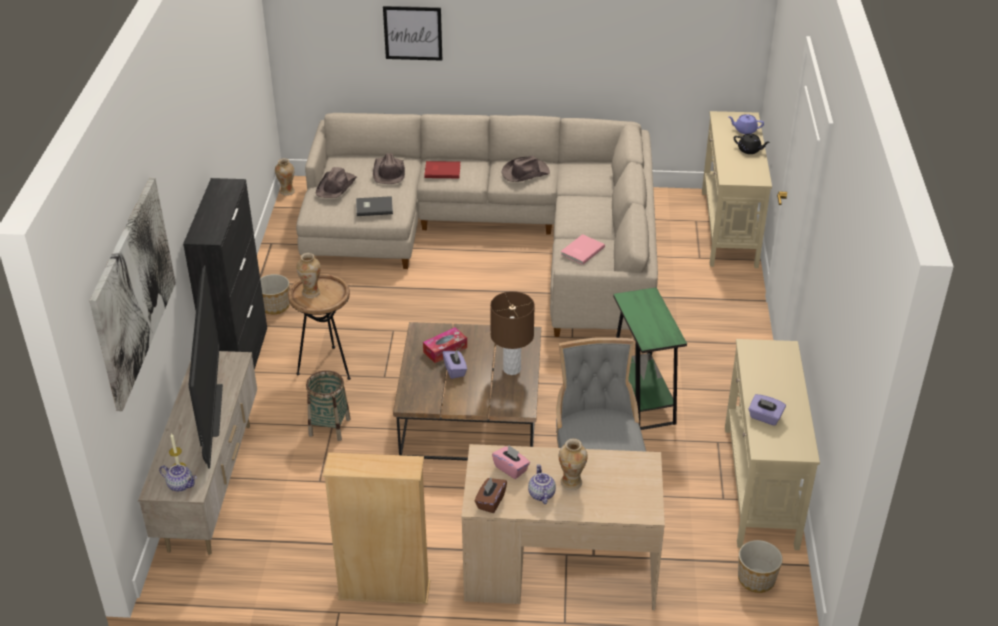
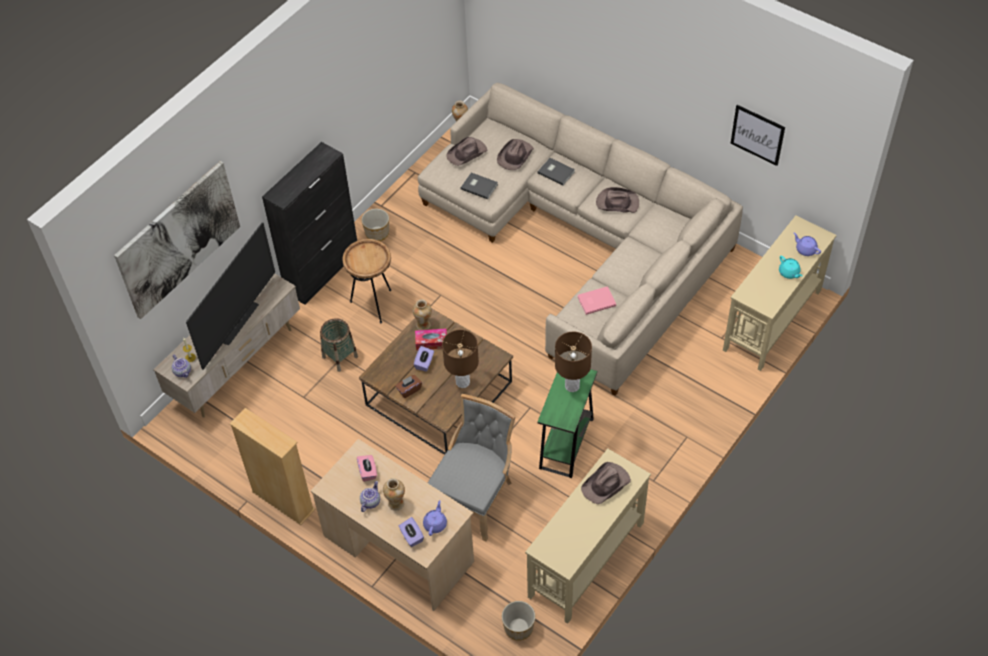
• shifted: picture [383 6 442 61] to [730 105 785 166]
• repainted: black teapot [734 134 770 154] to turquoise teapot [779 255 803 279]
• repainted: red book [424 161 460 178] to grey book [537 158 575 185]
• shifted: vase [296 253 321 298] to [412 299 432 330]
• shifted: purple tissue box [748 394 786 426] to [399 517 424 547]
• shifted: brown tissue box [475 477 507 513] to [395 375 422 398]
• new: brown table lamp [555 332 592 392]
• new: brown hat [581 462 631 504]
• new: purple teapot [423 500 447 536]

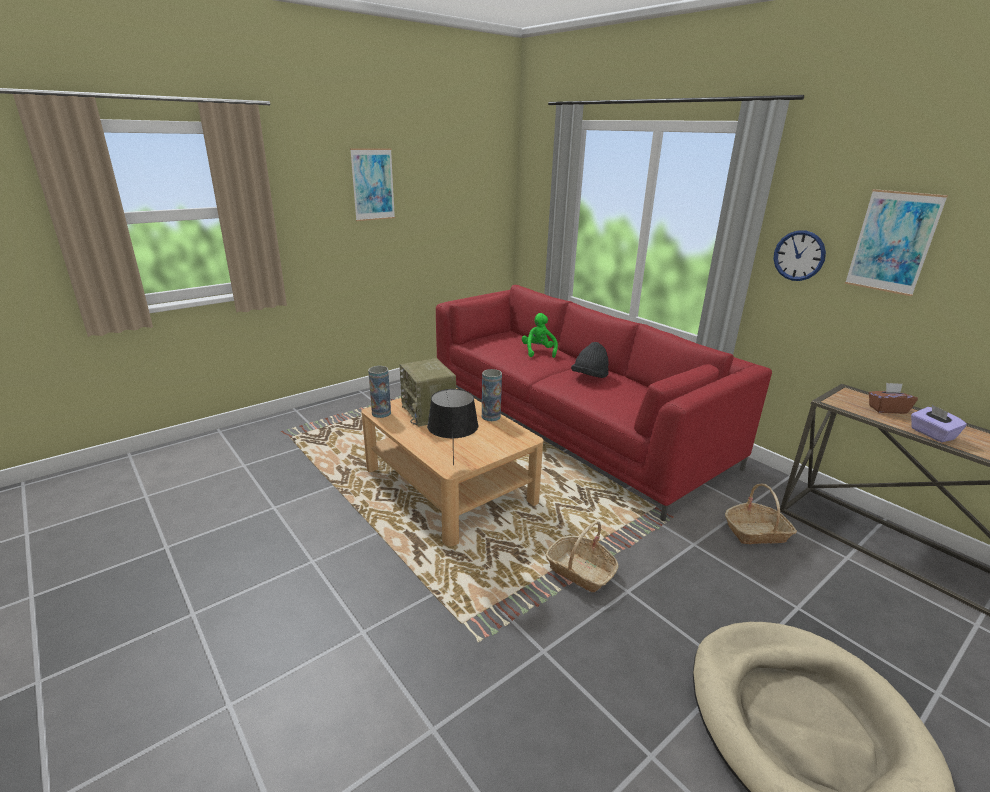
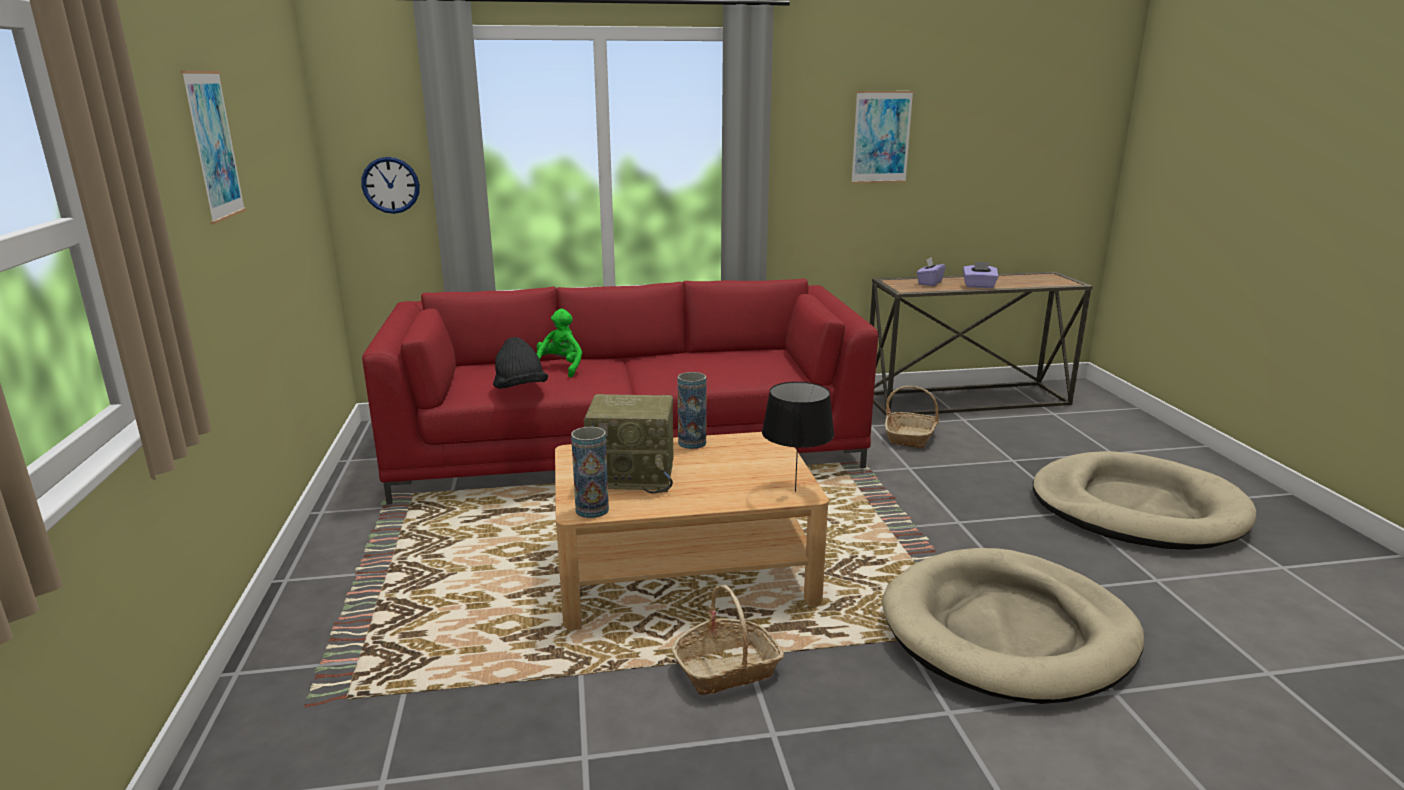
• shifted: wall clock [773 230 826 281] to [361 157 420 214]
• rotated: green plush toy [522 313 558 358] = [537 309 582 377] 75 degrees clockwise
• shifted: black hat [571 342 609 378] to [493 337 548 389]
• repainted: brown tissue box [869 383 918 414] to purple tissue box [917 257 946 286]
• shifted: basket [546 521 618 593] to [672 585 784 695]
• new: beige dog bed [882 548 1144 704]

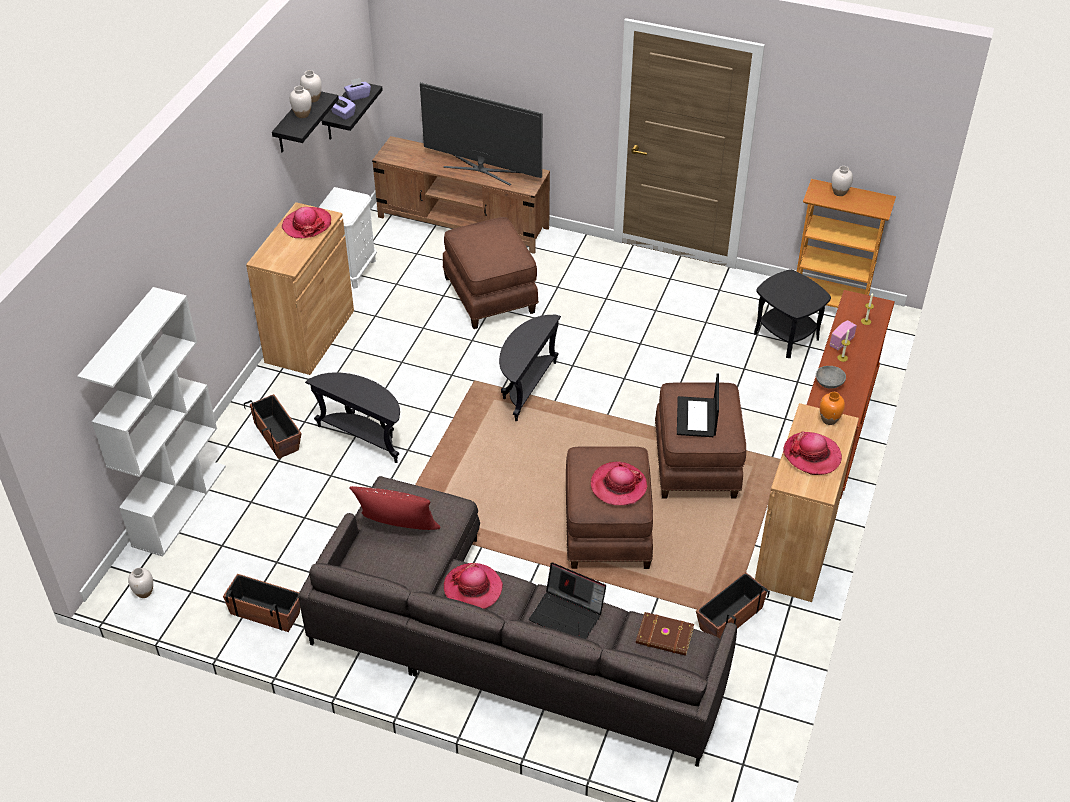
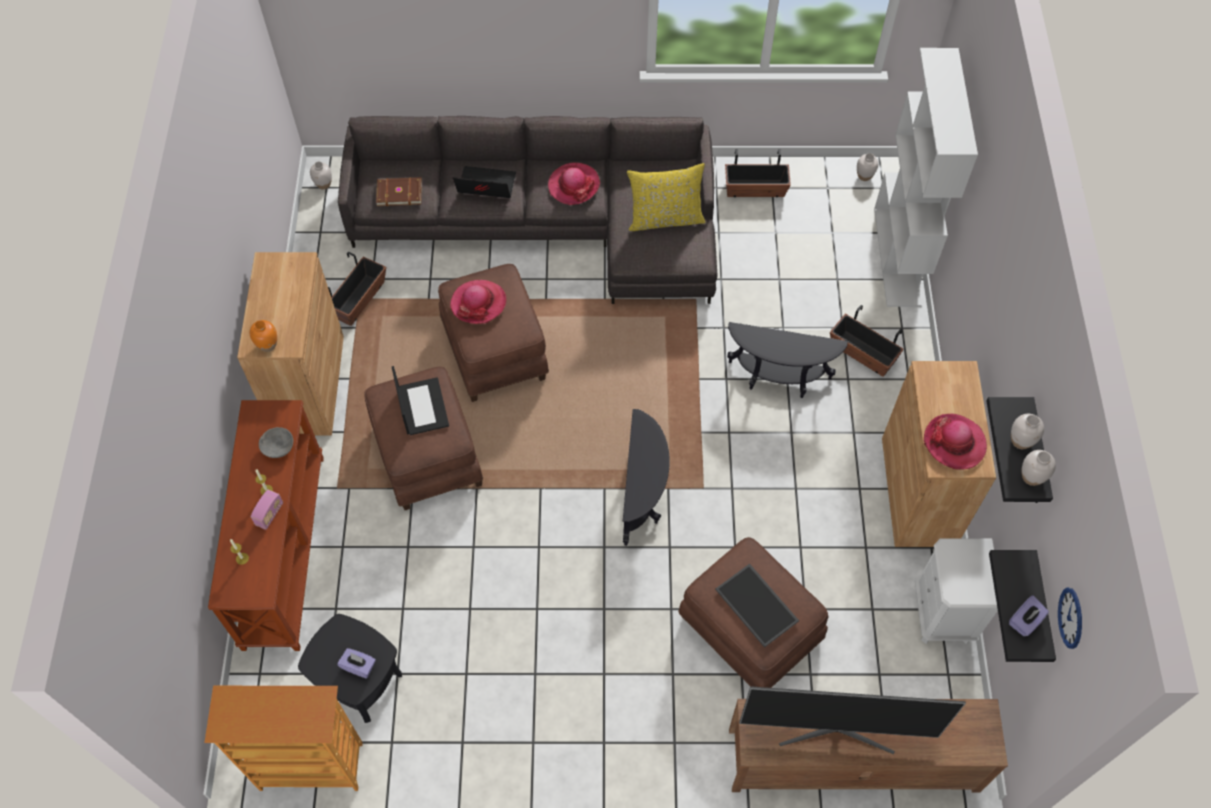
• shifted: purple tissue box [331 96 356 120] to [337 648 376 679]
• shifted: white vase [832 166 853 196] to [310 162 332 190]
• gone: hat [783 431 842 475]
• repainted: red pillow [349 486 441 530] to yellow pillow [627 163 705 231]
• new: tray [715 564 799 648]
• new: wall clock [1058 588 1082 649]

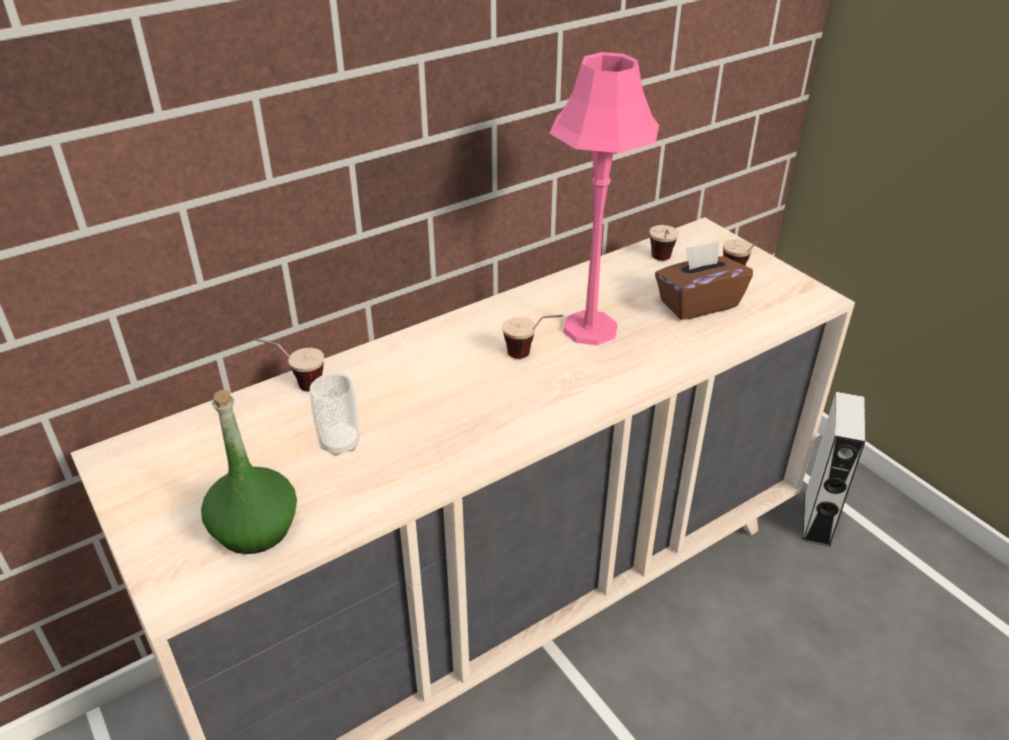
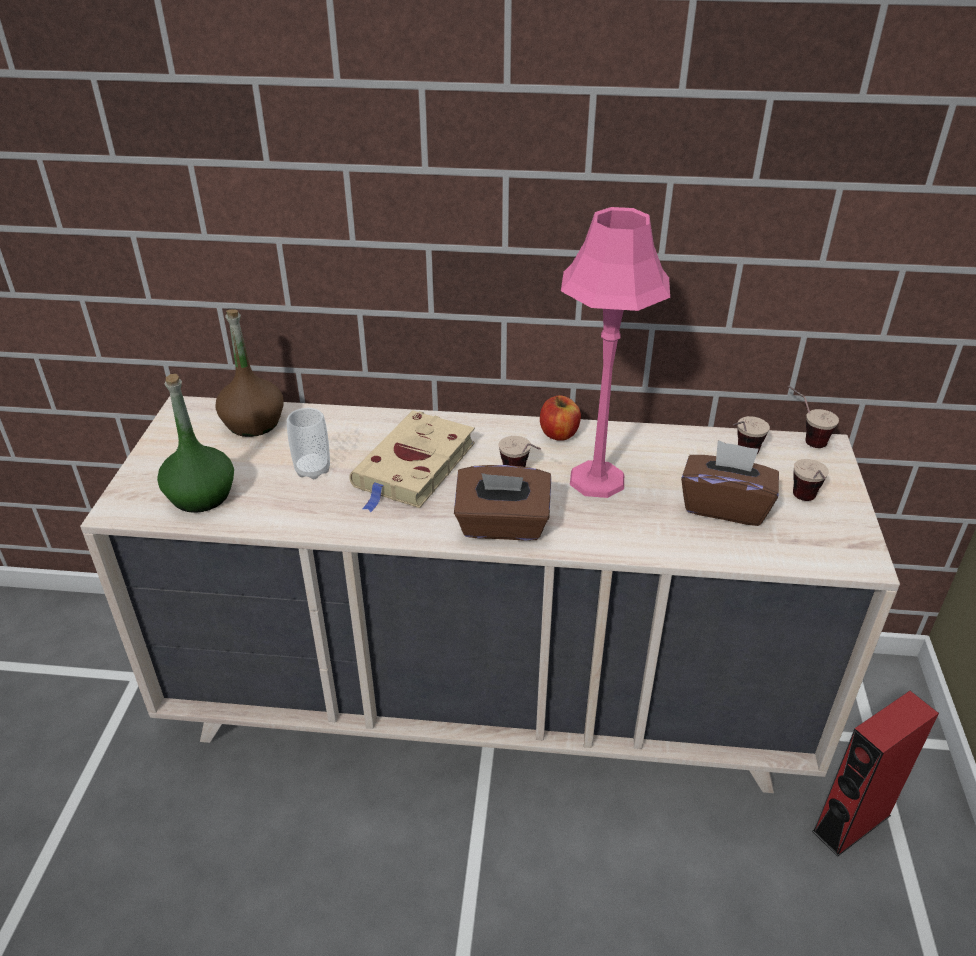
• shifted: cup [255 339 324 392] to [788 385 839 448]
• repainted: grey speaker [802 392 865 547] to red speaker [812 691 939 857]
• new: brown bottle [215 309 283 437]
• new: apple [540 396 581 441]
• new: beige book [349 410 475 512]
• new: brown tissue box [454 465 551 541]

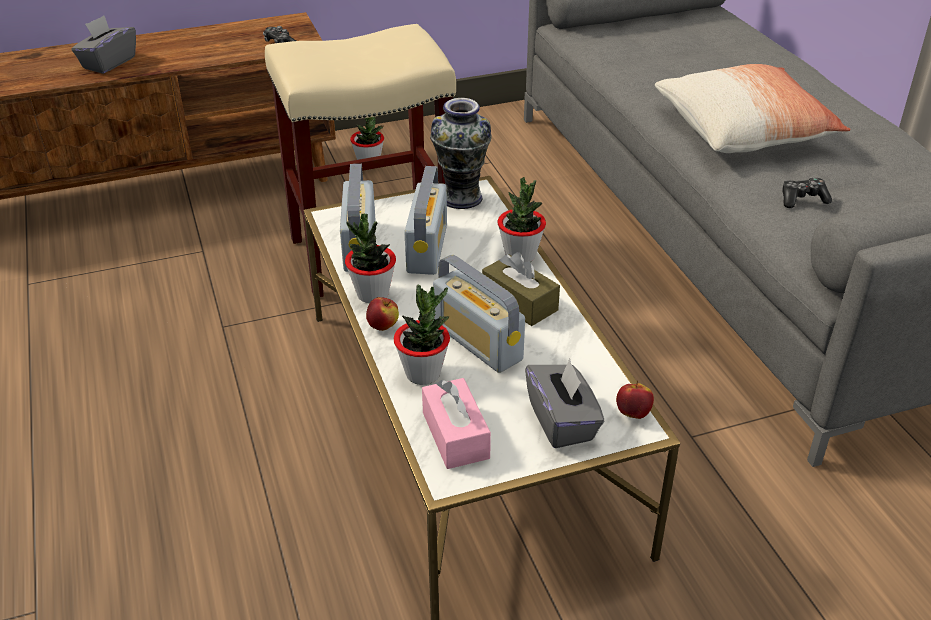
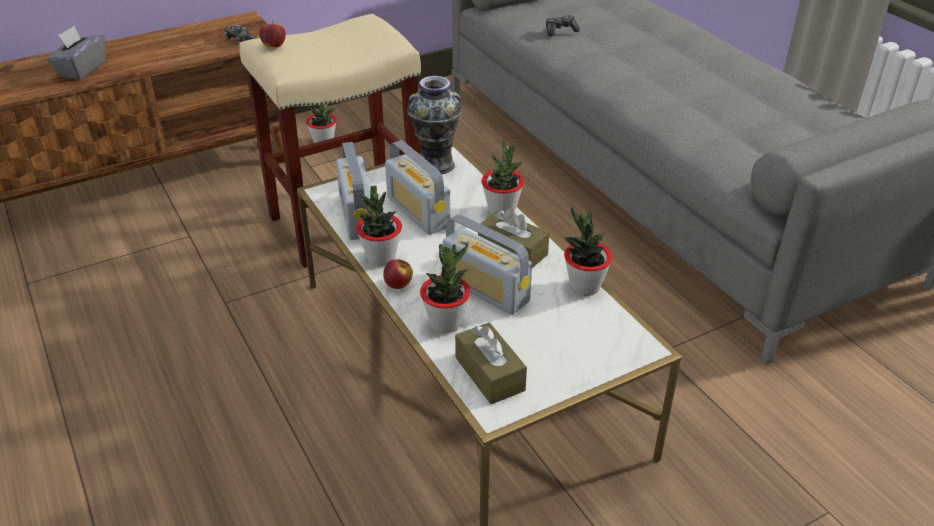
• gone: pillow [655 64 851 153]
• rotated: radio [405 166 447 275] = [385 140 451 235] 150 degrees clockwise
• shifted: game controller [782 178 832 208] to [546 15 580 36]
• gone: grey tissue box [525 359 605 448]
• repainted: pink tissue box [422 378 491 469] to brown tissue box [455 322 527 404]
• shifted: apple [616 381 654 419] to [259 20 286 47]
• new: potted plant [564 207 613 296]

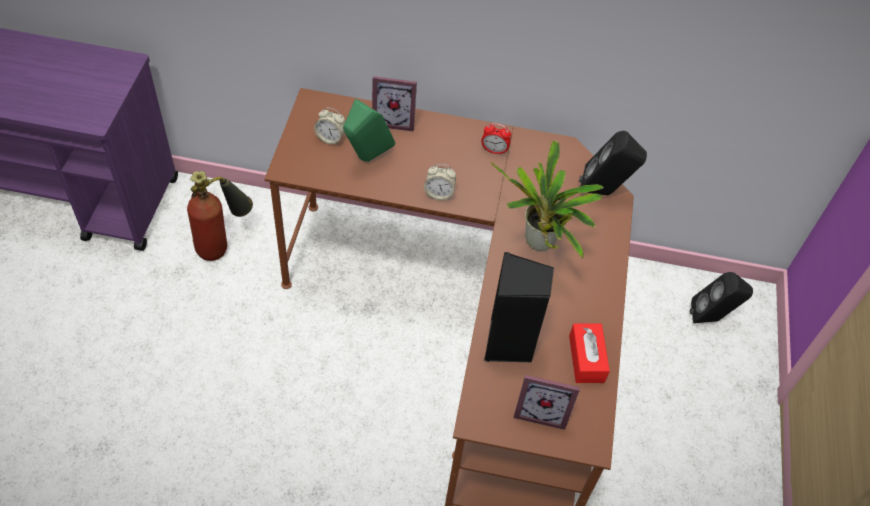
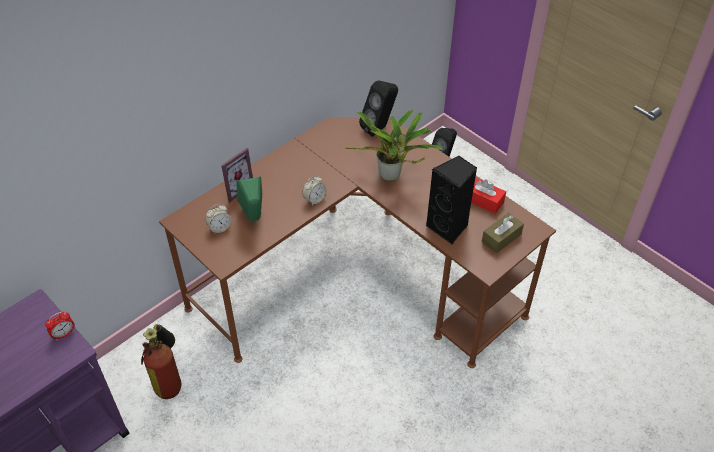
• shifted: alarm clock [481 123 511 155] to [45 312 74 340]
• swapped: picture frame [514 375 580 430] to brown tissue box [482 213 524 253]

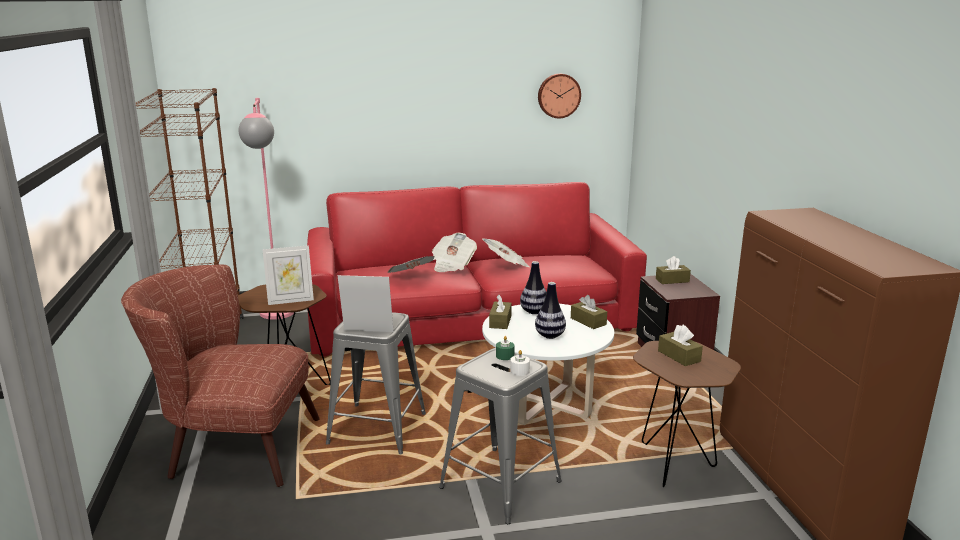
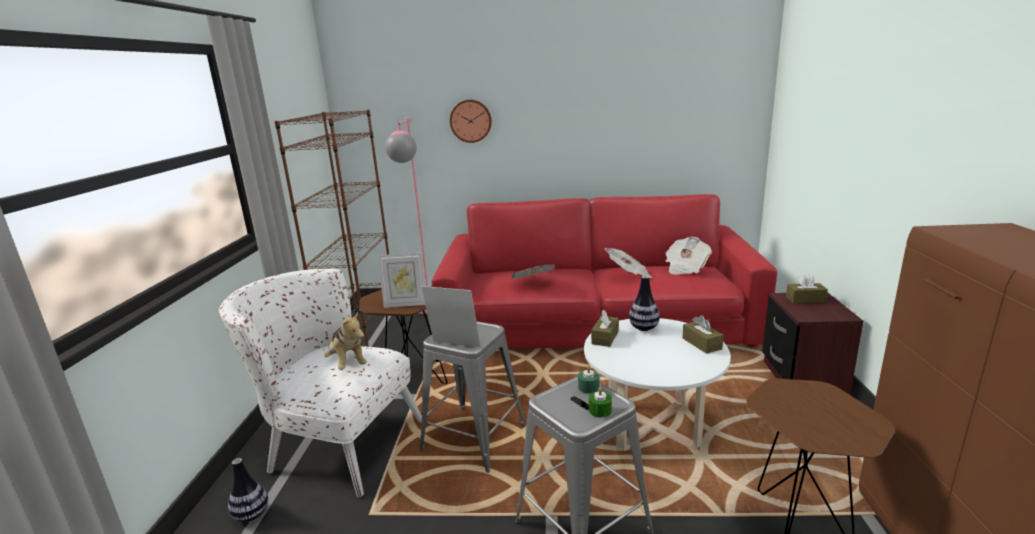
• shifted: wall clock [538 74 581 118] to [450 100 492 143]
• shifted: newspaper [432 233 477 272] to [666 237 712 275]
• repainted: brown armchair [121 264 320 487] to white armchair [219 269 422 497]
• shifted: vase [535 282 566 339] to [228 458 268 522]
• gone: brown tissue box [658 325 703 366]
• repainted: white candle [510 350 530 376] to green candle [589 387 612 417]
• new: plush toy [324 311 367 370]

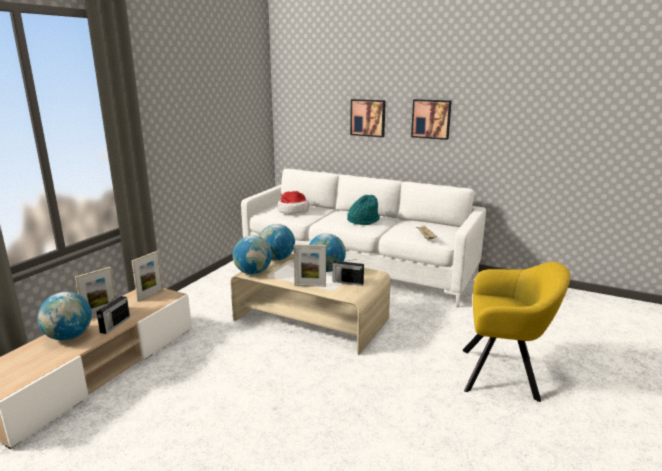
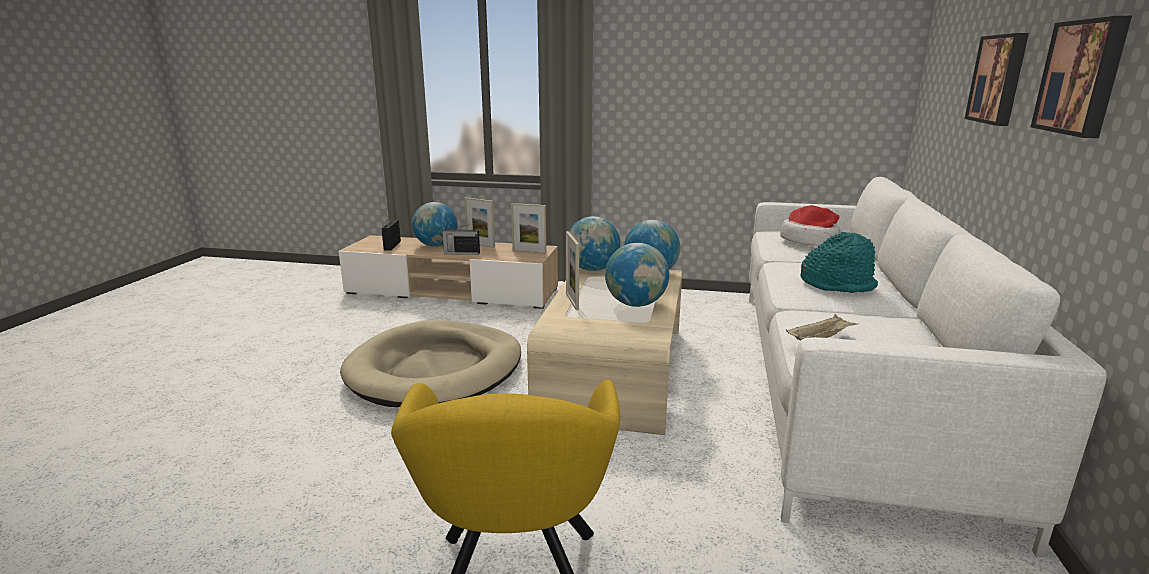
• shifted: radio [331 259 364 286] to [381 220 401 251]
• new: beige dog bed [340 320 521 407]

